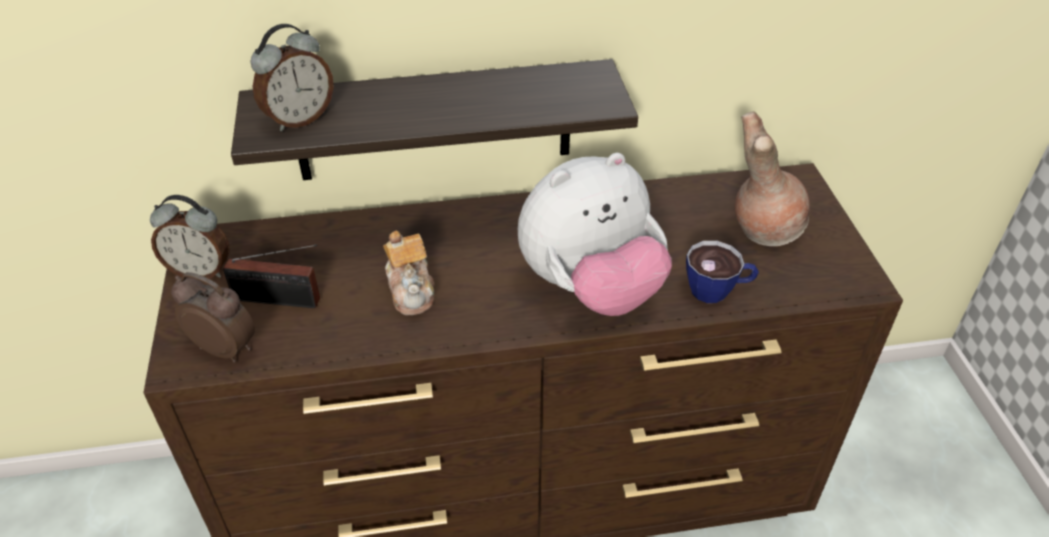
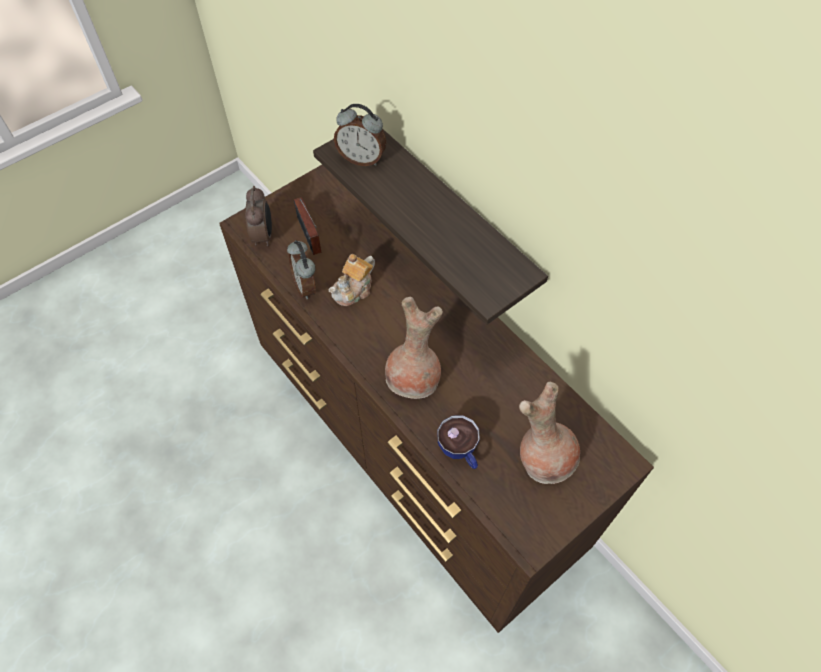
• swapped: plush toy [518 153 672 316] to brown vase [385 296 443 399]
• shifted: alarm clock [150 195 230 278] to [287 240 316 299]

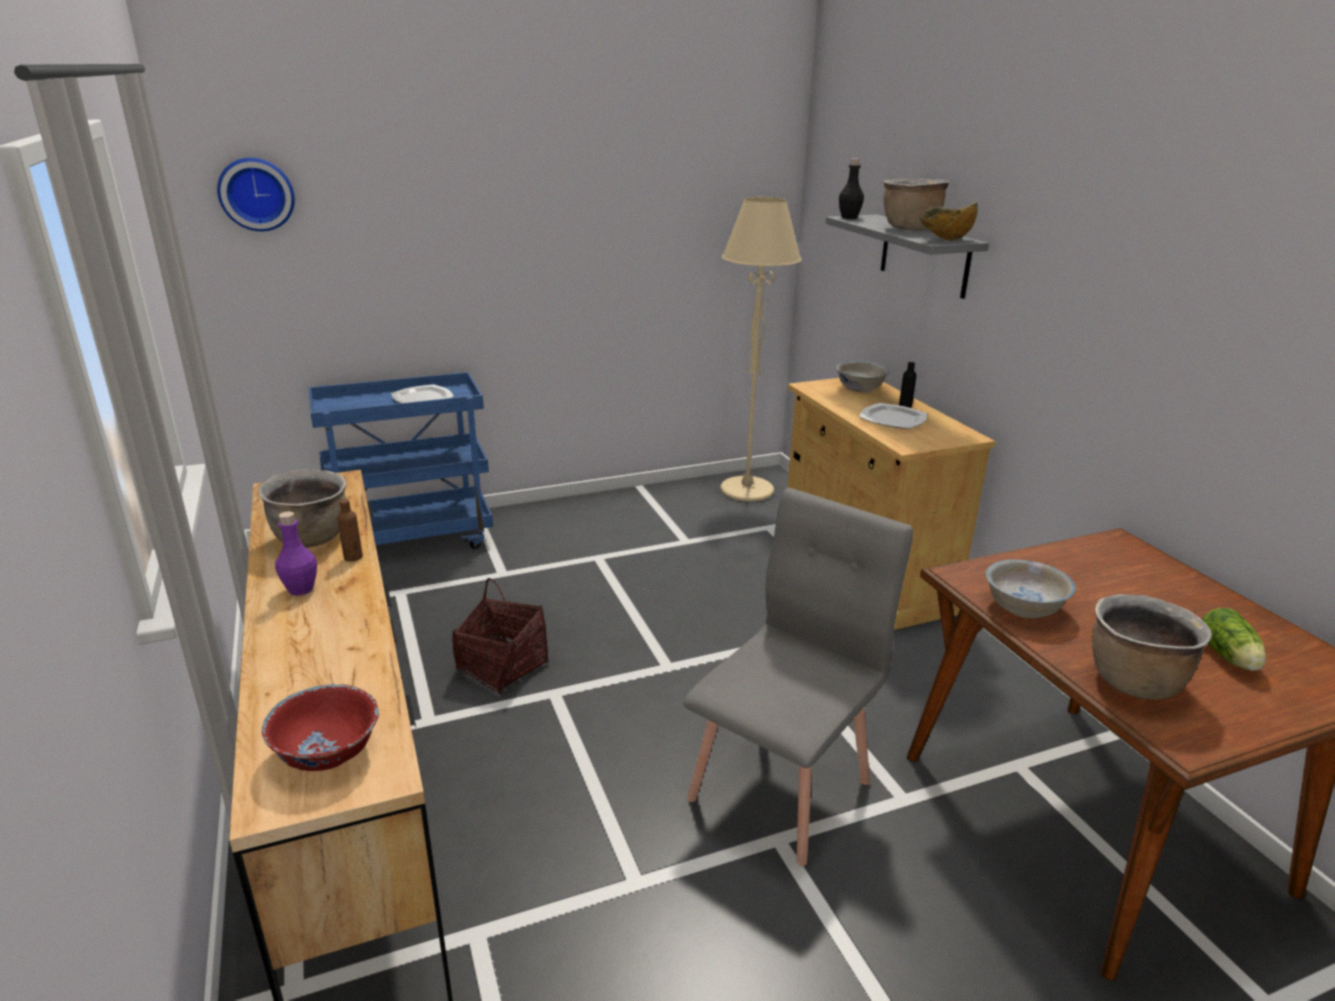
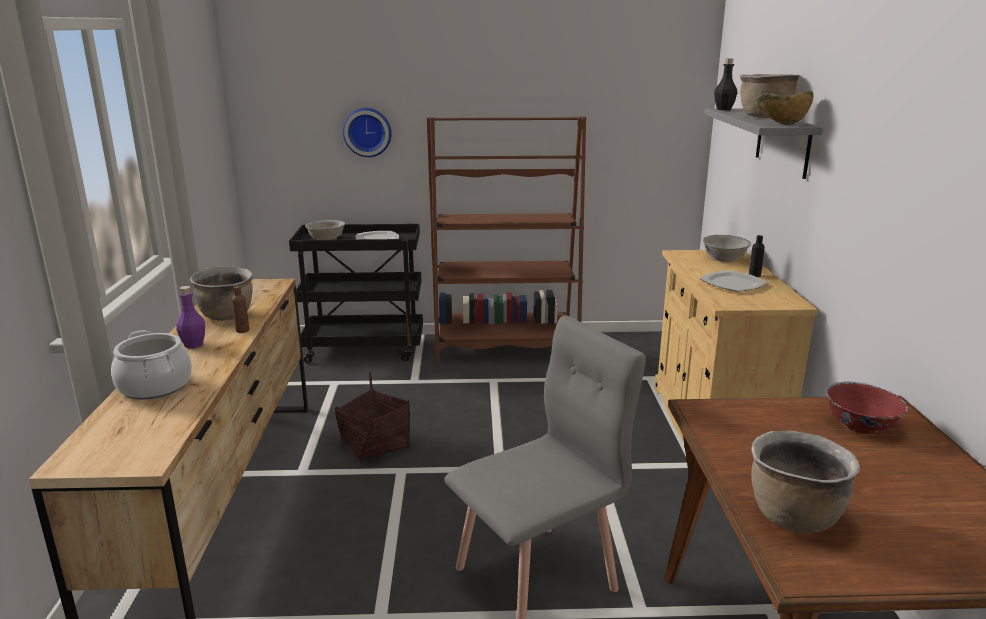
• shifted: wall clock [217 158 295 231] to [343 108 392 157]
• gone: beige floor lamp [720 197 802 502]
• repainted: blue cart [309 372 493 549] to black cart [289 223 423 363]
• shifted: white bowl [985 559 1076 618] to [305 220 345 240]
• gone: lettuce [1202 608 1266 671]
• shifted: red bowl [262 684 379 771] to [825 381 908 434]
• new: brown bookcase [427 116 586 364]
• new: cooking pot [111 330 192 399]

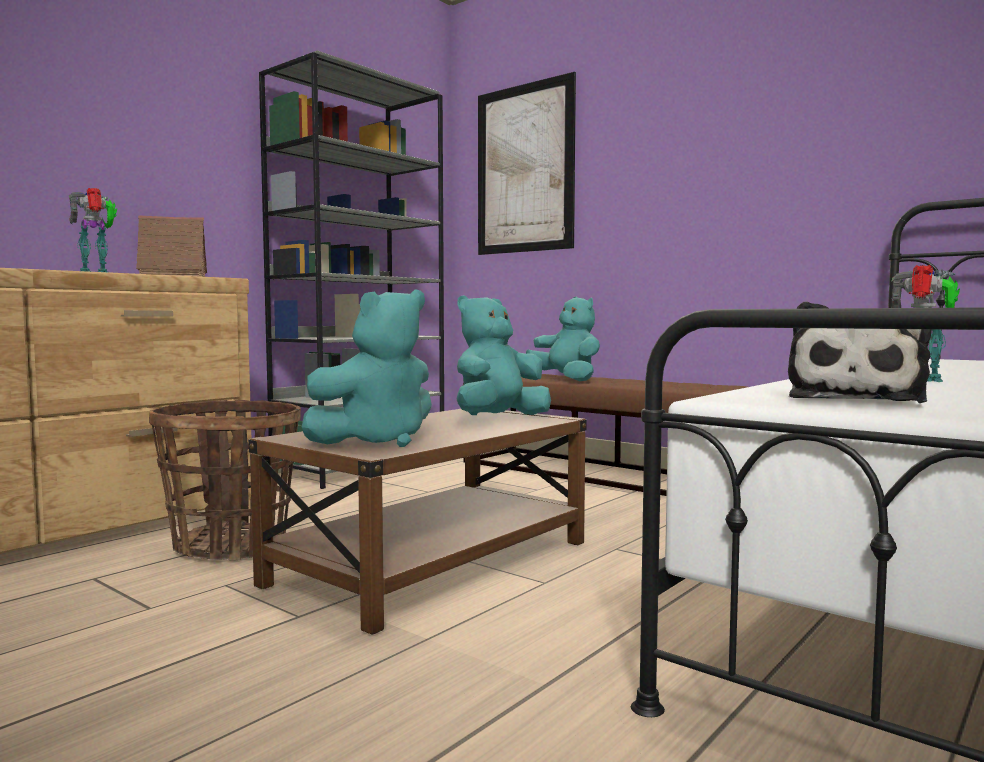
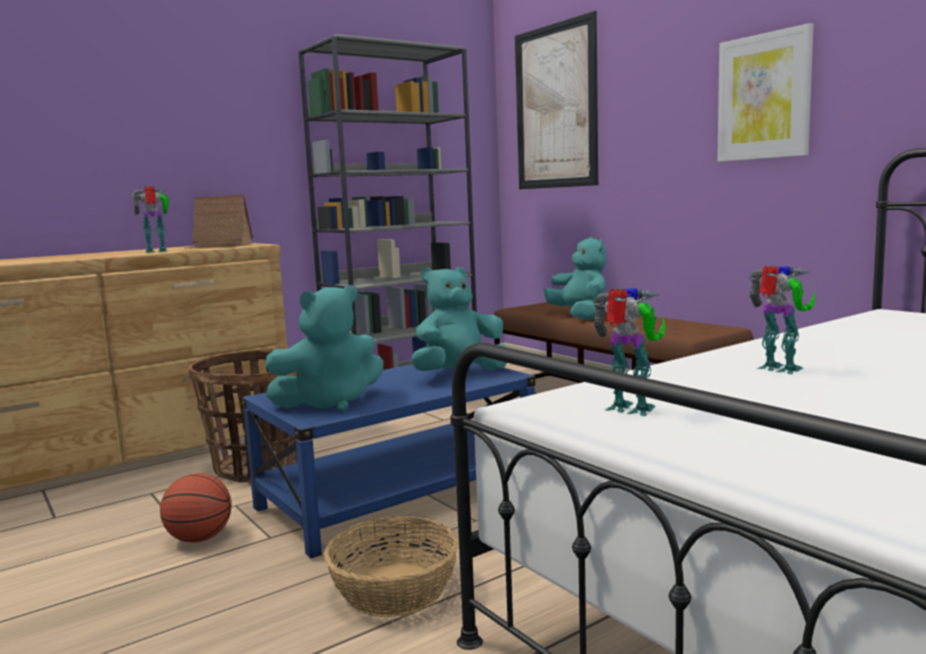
• swapped: plush toy [788 302 932 403] to toy robot [592 287 666 416]
• repainted: brown coffee table [248 409 587 635] to blue coffee table [242 363 535 558]
• new: picture [717 23 813 162]
• new: basketball [160 473 232 543]
• new: basket [324 516 459 617]

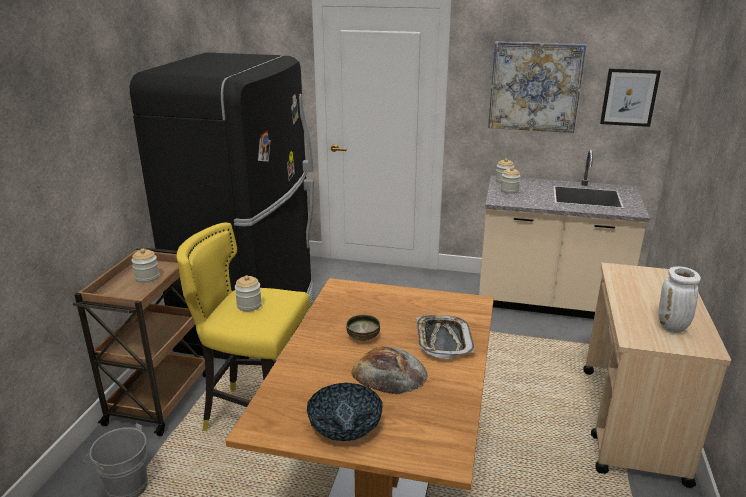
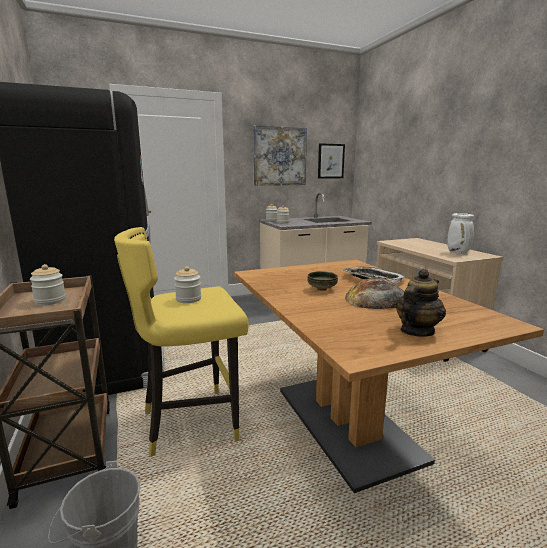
• swapped: bowl [307 383 383 441] to teapot [396 269 446 337]

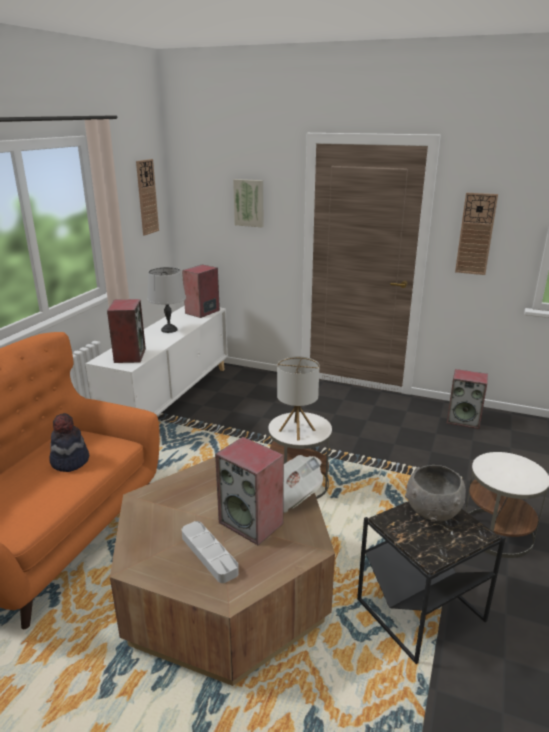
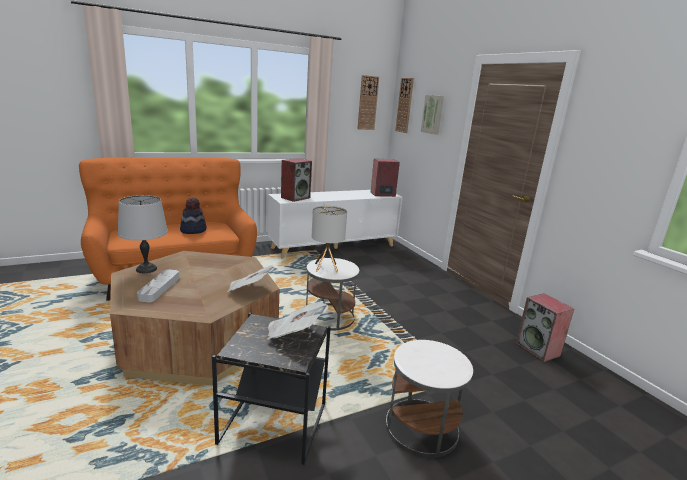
• shifted: wall clock [455 193 498 275] to [395 78 414 133]
• shifted: grey table lamp [147 267 186 333] to [118 195 168 273]
• gone: speaker [215 437 284 545]
• swapped: grey bowl [405 465 466 522] to newspaper [268 301 328 340]

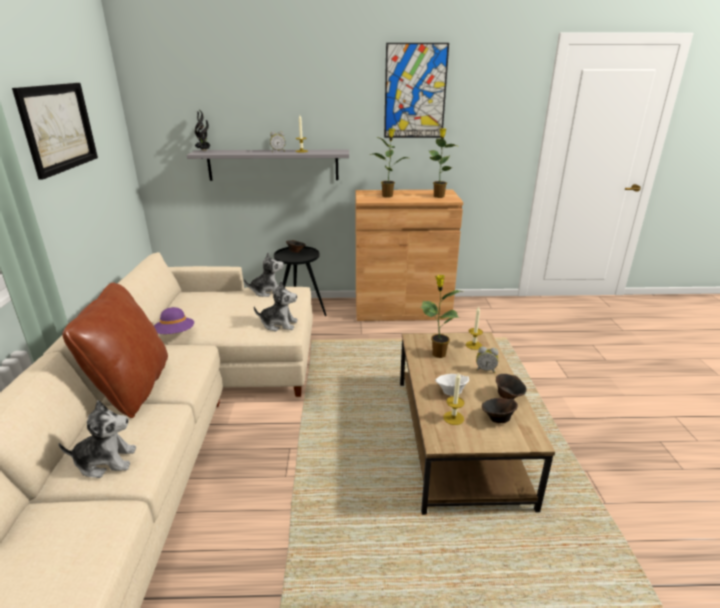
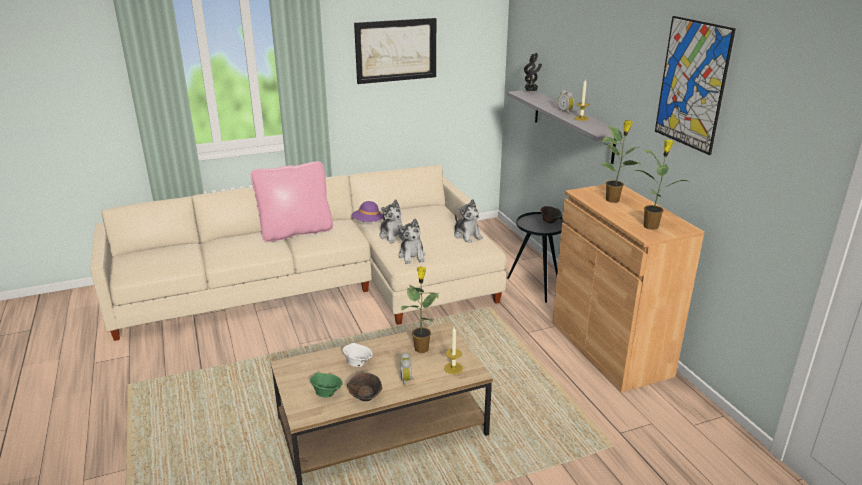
• repainted: brown pillow [62 282 168 418] to pink pillow [251 161 333 242]
• gone: candle [443 373 465 425]
• repainted: brown bowl [482 398 518 423] to green bowl [310 373 343 398]
• shifted: plush toy [59 400 136 478] to [379 199 406 243]

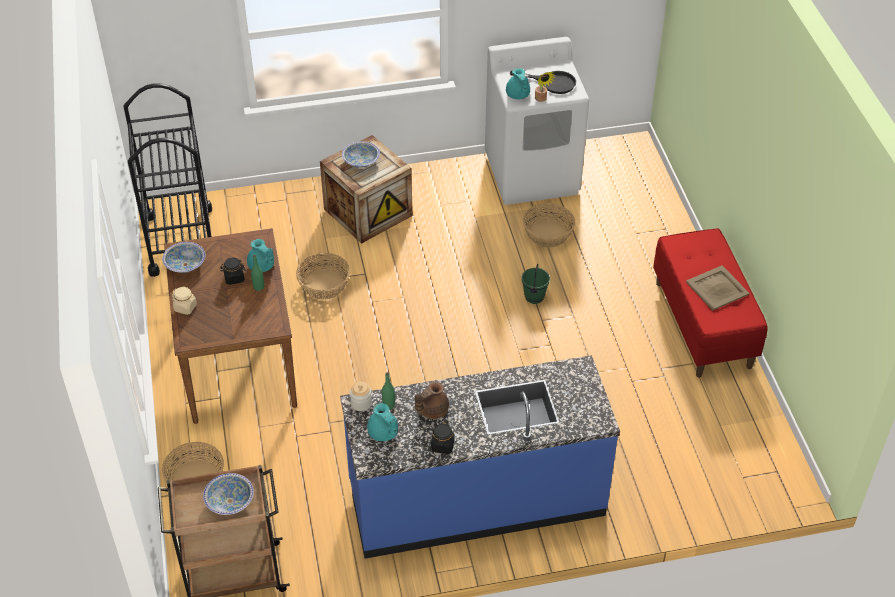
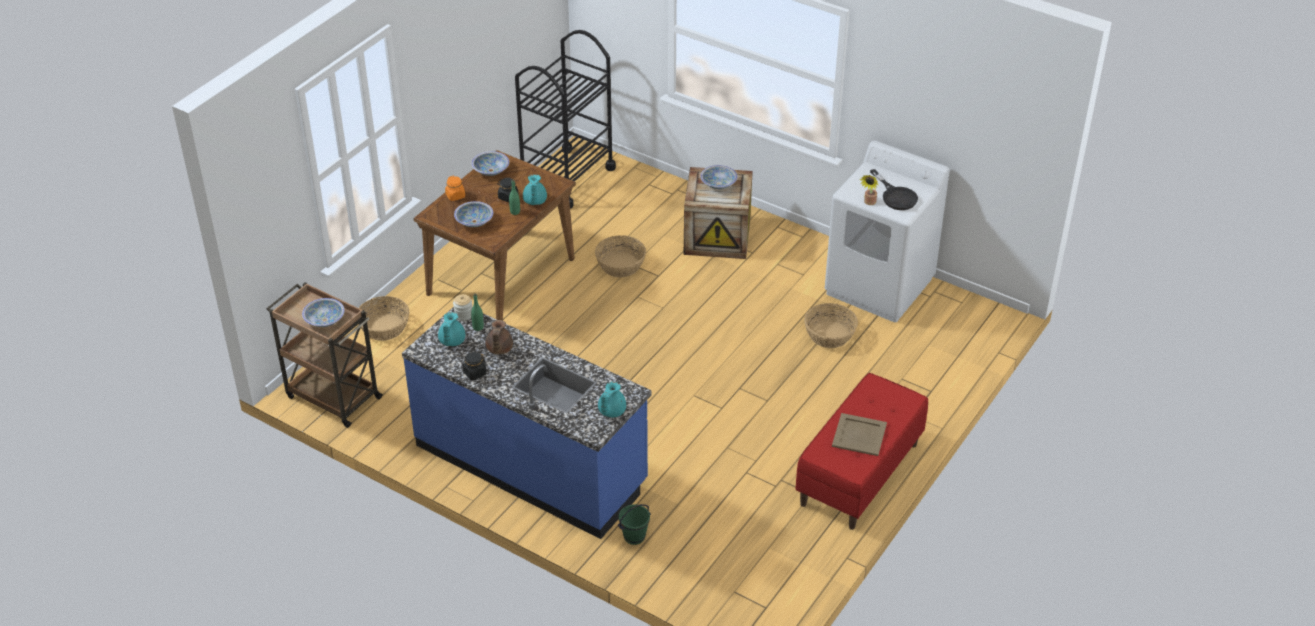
• shifted: turquoise teapot [506 68 530 99] to [598 382 626 417]
• shifted: green bucket [522 264 550 304] to [618 504 651 545]
• repainted: beige jar [172 287 197 315] to orange jar [445 176 465 201]
• rotated: brown teapot [415 382 449 419] = [486 320 513 354] 90 degrees counterclockwise
• new: bowl [454 201 493 227]

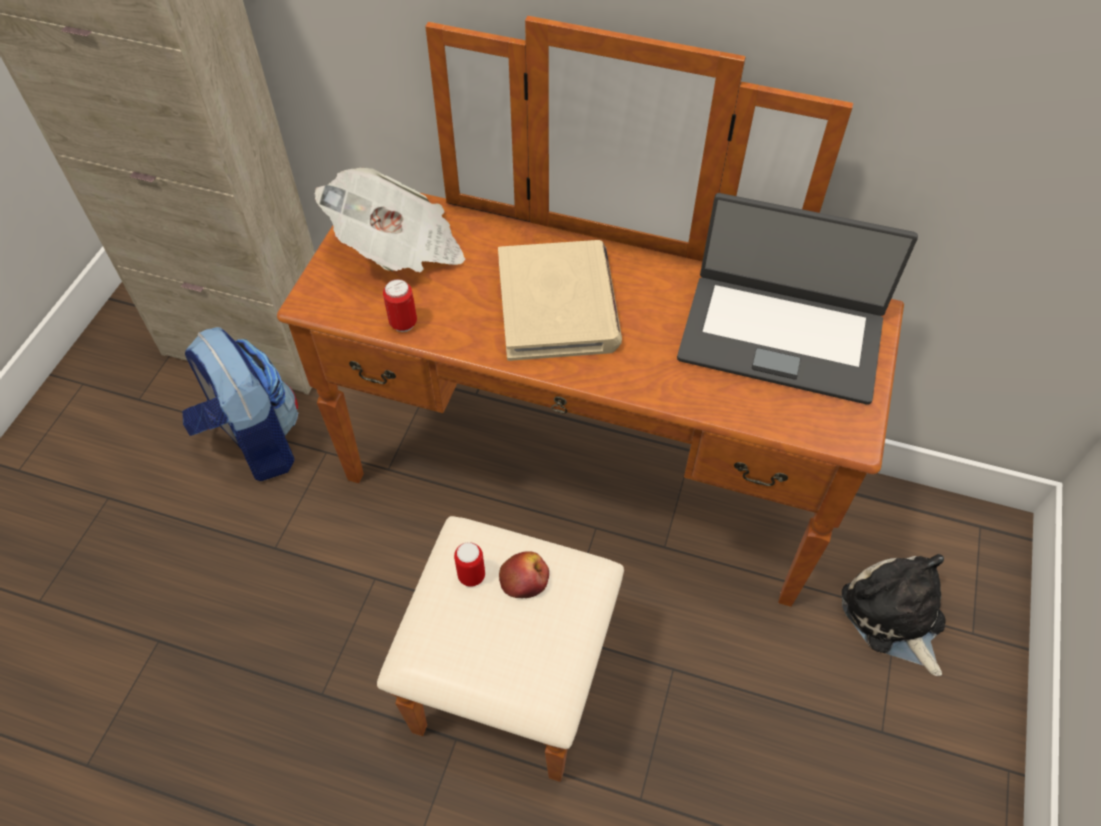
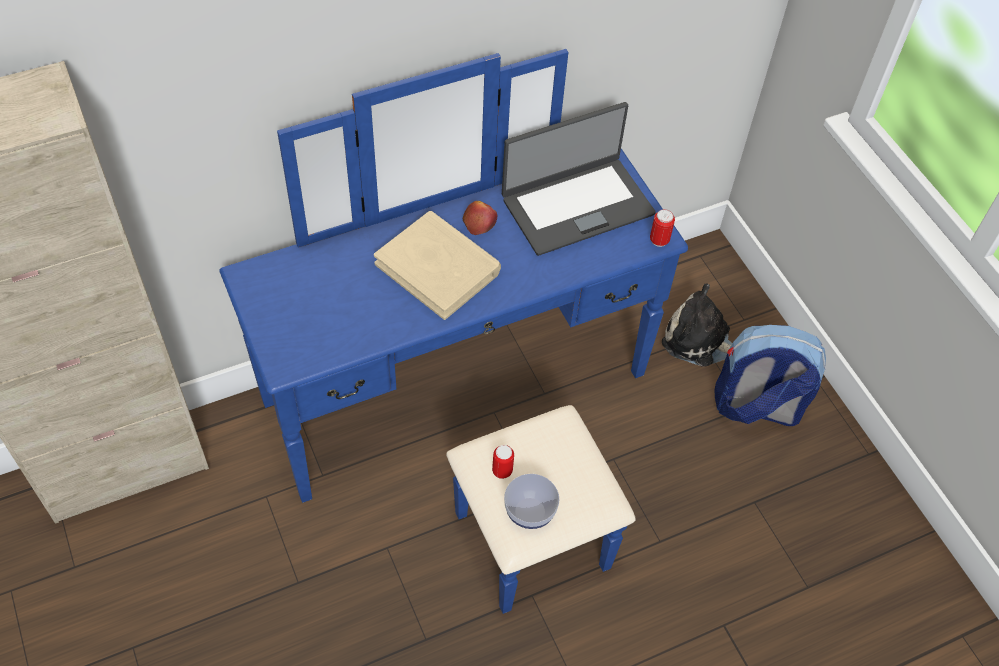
• repainted: brown dresser [277 16 904 782] to blue dresser [219 49 688 614]
• gone: newspaper [315 168 465 272]
• shifted: can [383 279 417 332] to [650 209 675 247]
• shifted: backpack [182 327 299 481] to [714 325 826 426]
• shifted: apple [499 551 549 598] to [463 201 497 235]
• new: bowl [504 474 559 529]

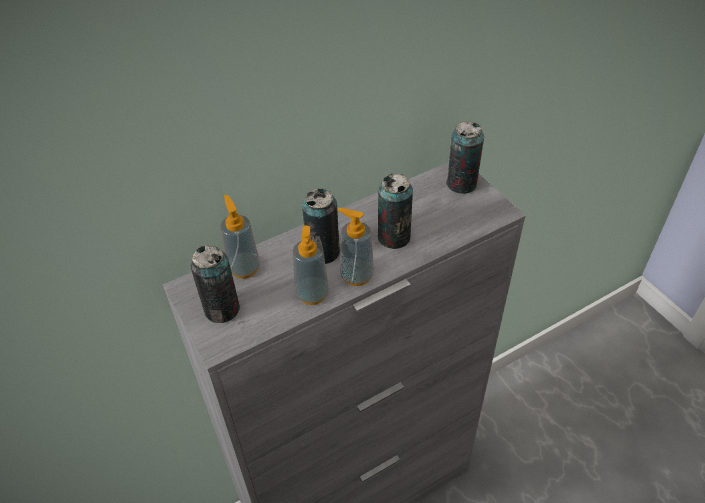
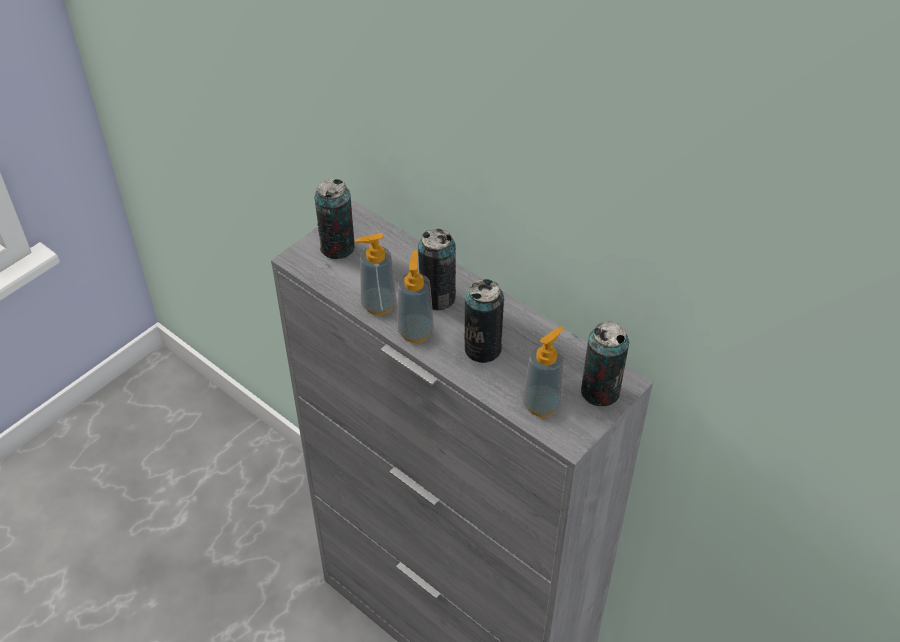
• shifted: soap dispenser [220 195 260 279] to [523 326 564 417]

